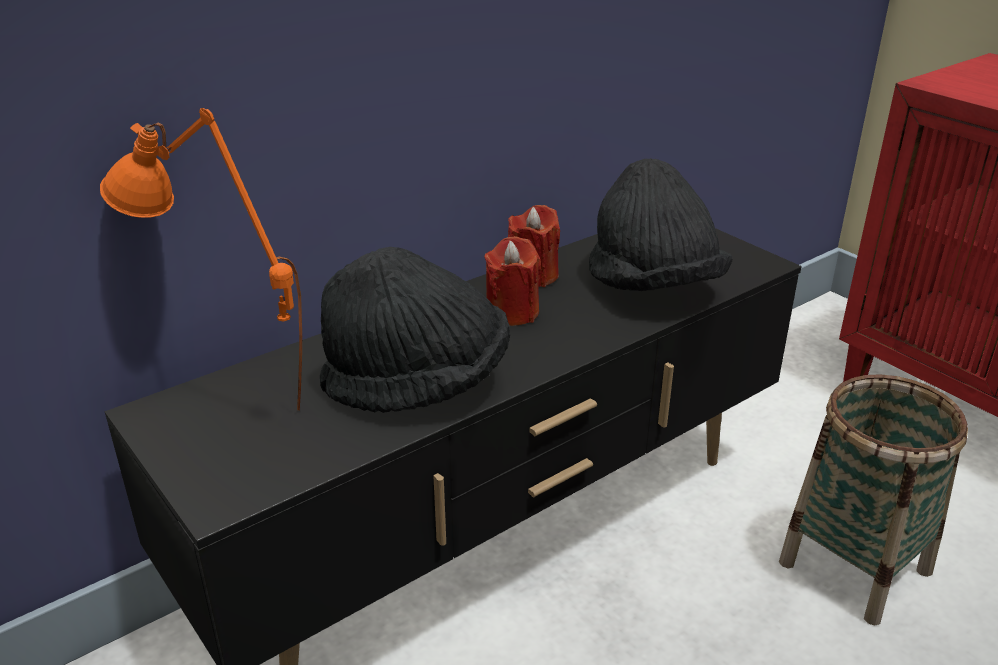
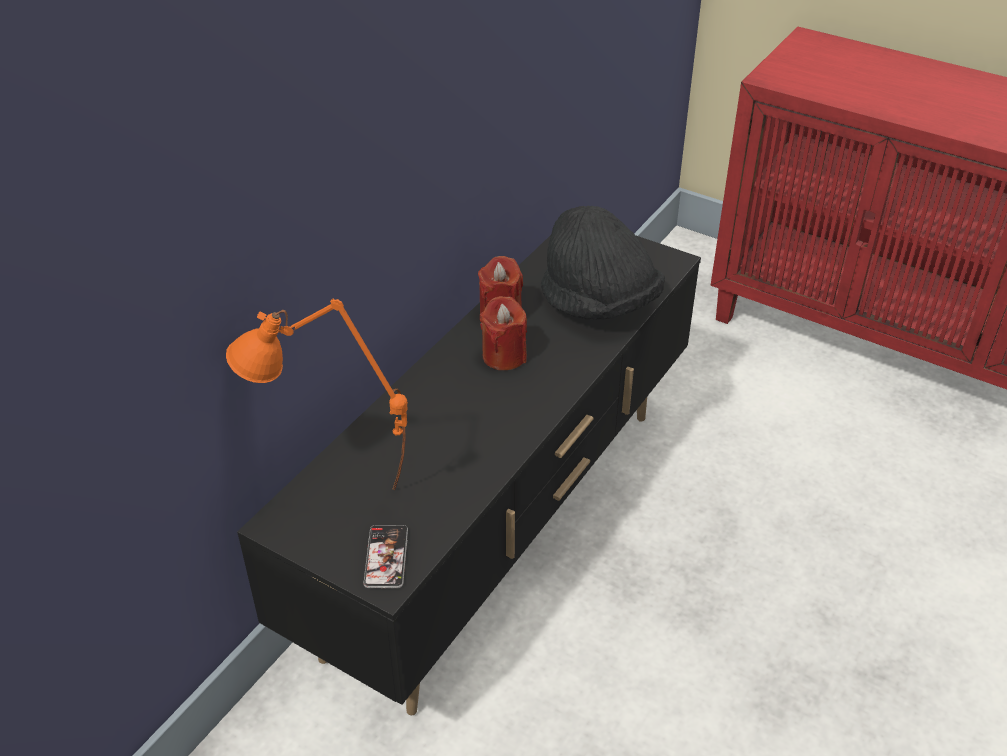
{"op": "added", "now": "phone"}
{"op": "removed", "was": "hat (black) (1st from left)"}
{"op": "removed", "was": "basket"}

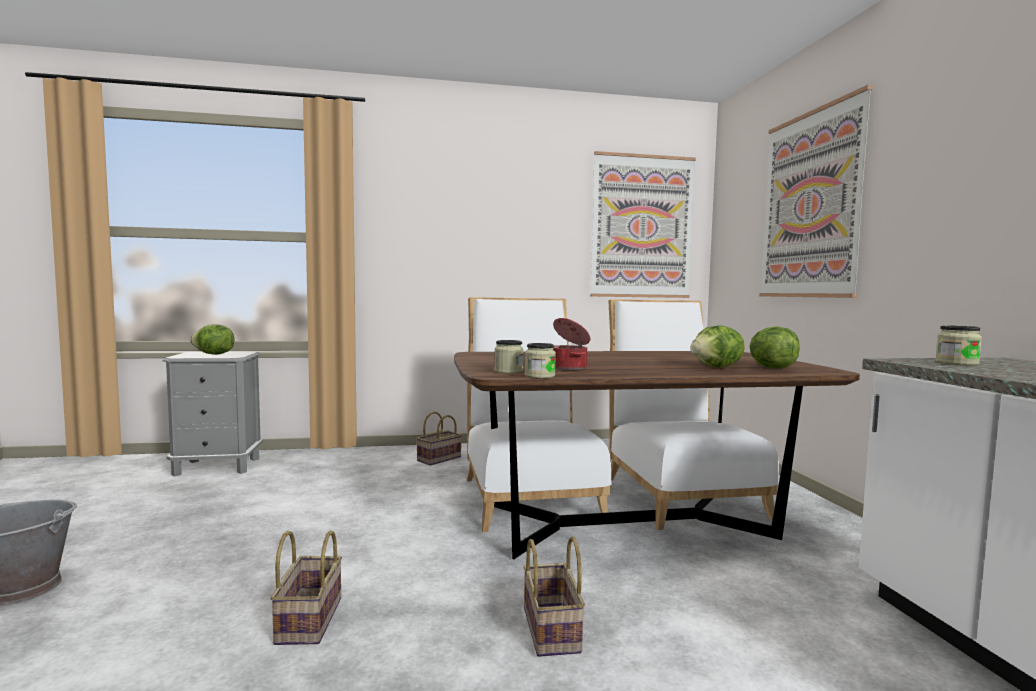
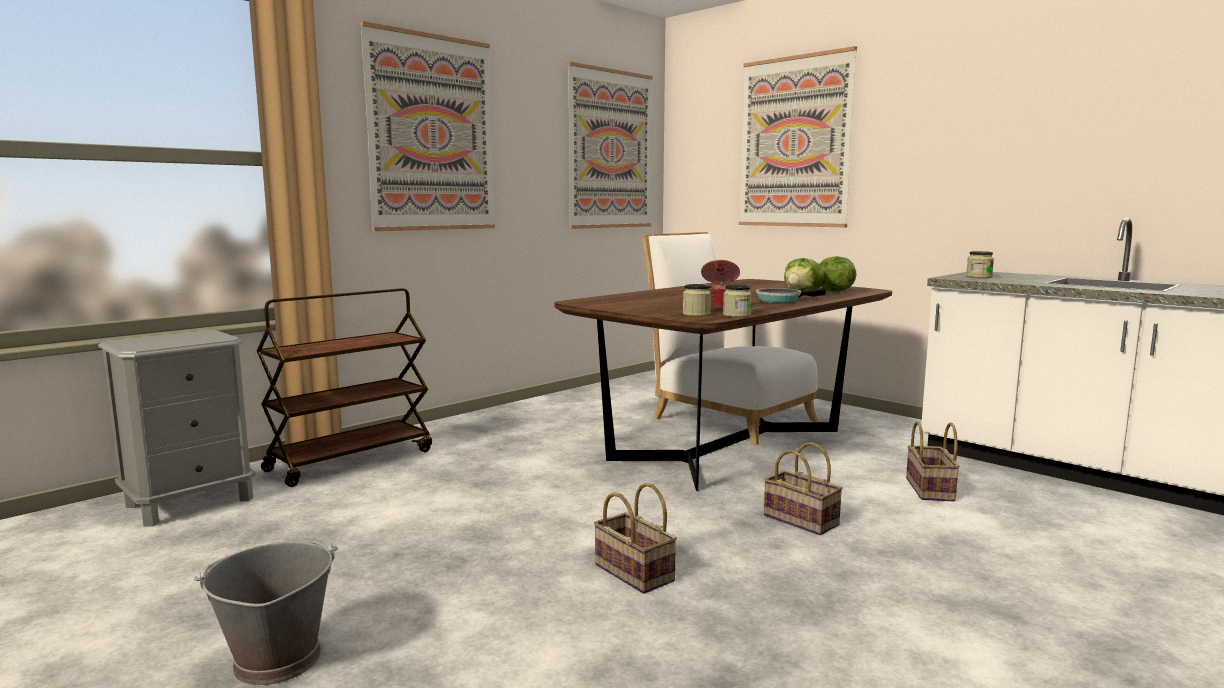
{"op": "added", "now": "cart (brown)"}
{"op": "added", "now": "picture (1st from left)"}
{"op": "added", "now": "frying pan"}
{"op": "moved", "was": "basket (2nd from left in the first image)", "now": "basket (3rd from left)"}
{"op": "removed", "was": "lettuce (1st from left)"}
{"op": "removed", "was": "chair (white) (1st from left)"}

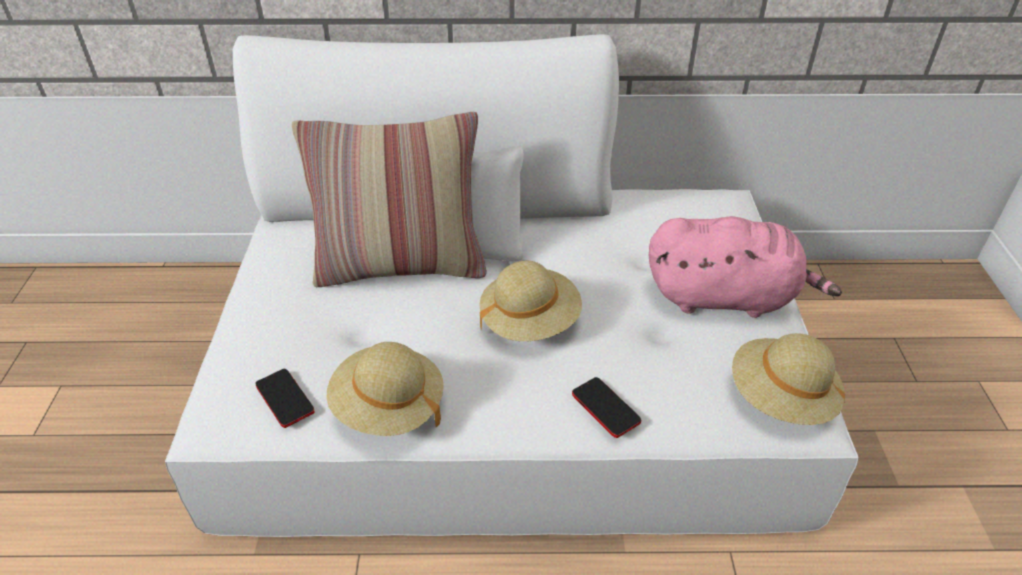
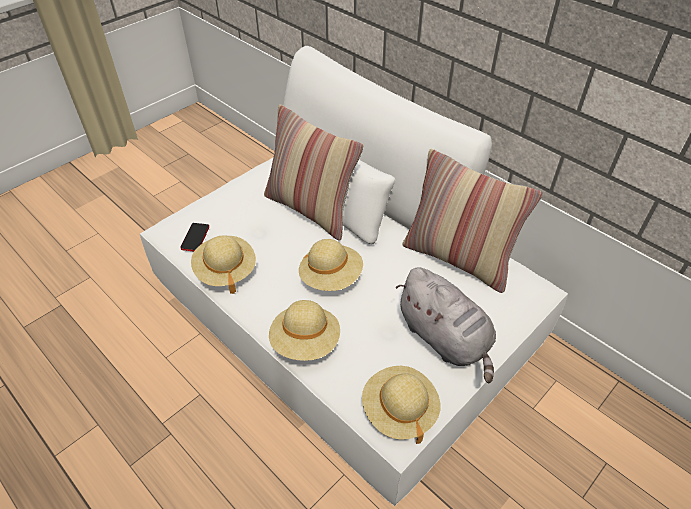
{"op": "replaced", "was": "phone (2nd from left)", "now": "hat (beige) (2nd from left)"}
{"op": "recoloured", "was": "plush toy (pink)", "now": "plush toy (grey)"}
{"op": "added", "now": "pillow (2nd from left)"}

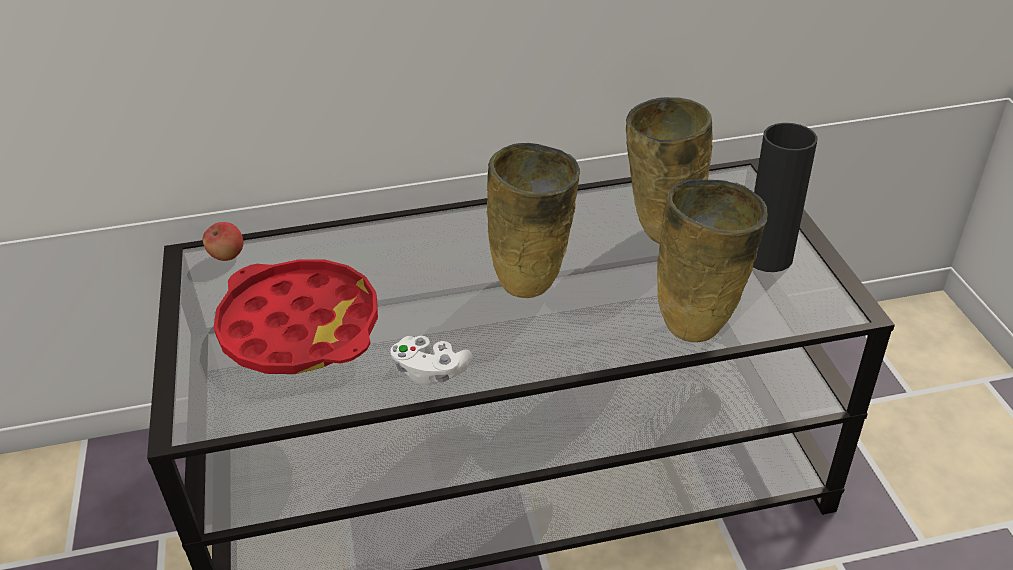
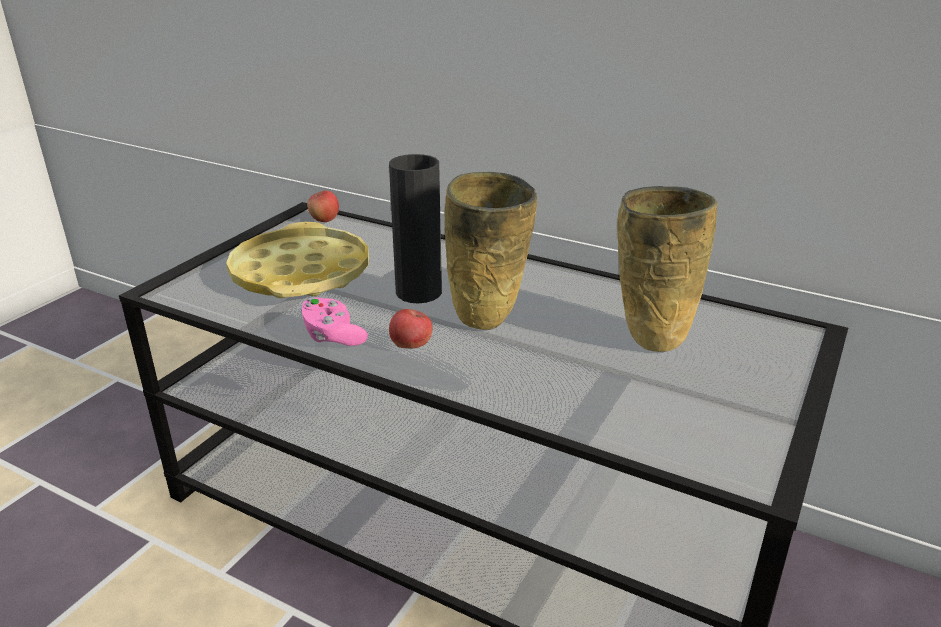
{"op": "recoloured", "was": "tray (red)", "now": "tray (yellow)"}
{"op": "recoloured", "was": "game controller (white)", "now": "game controller (pink)"}
{"op": "moved", "was": "vase (black)"}
{"op": "added", "now": "apple (2nd from left)"}
{"op": "removed", "was": "vase (beige) (3rd from left)"}

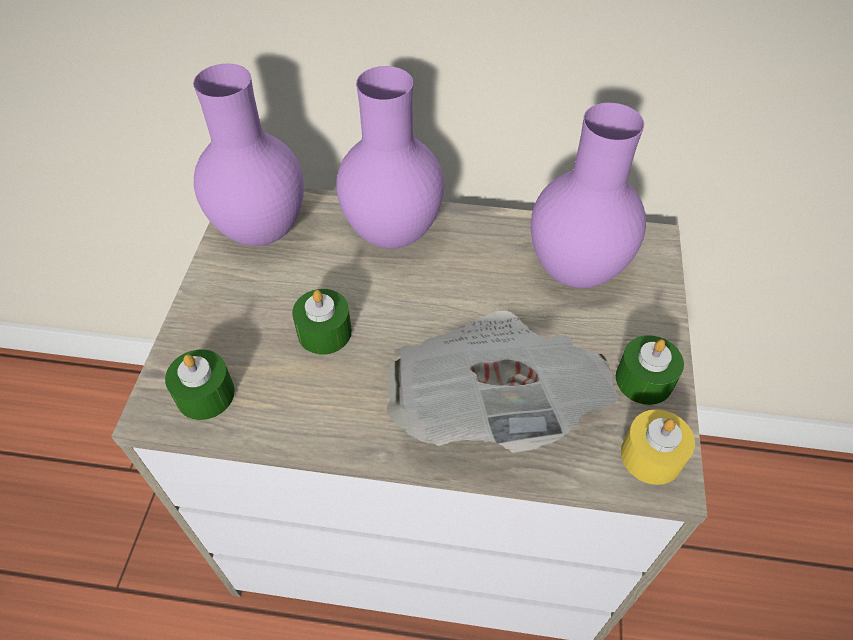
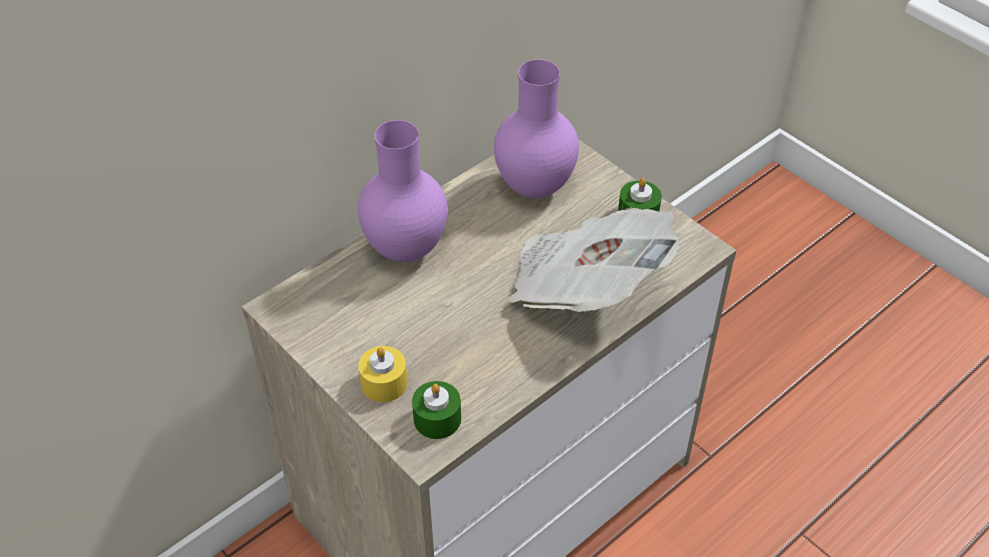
{"op": "moved", "was": "candle (yellow)"}
{"op": "removed", "was": "vase (purple) (1st from left)"}
{"op": "removed", "was": "candle (green) (2nd from left)"}

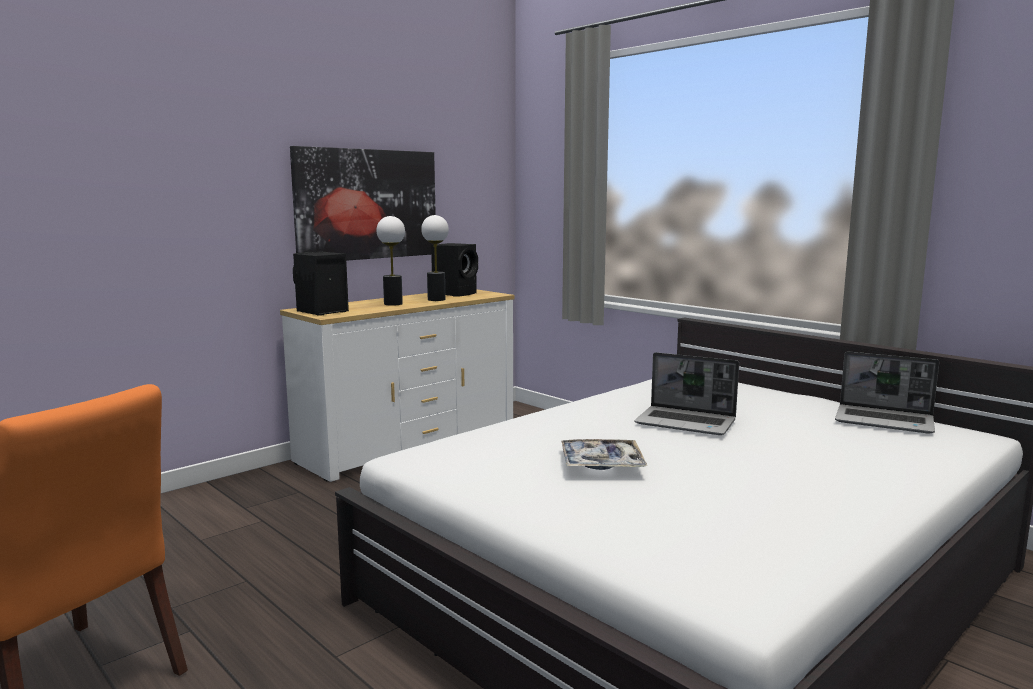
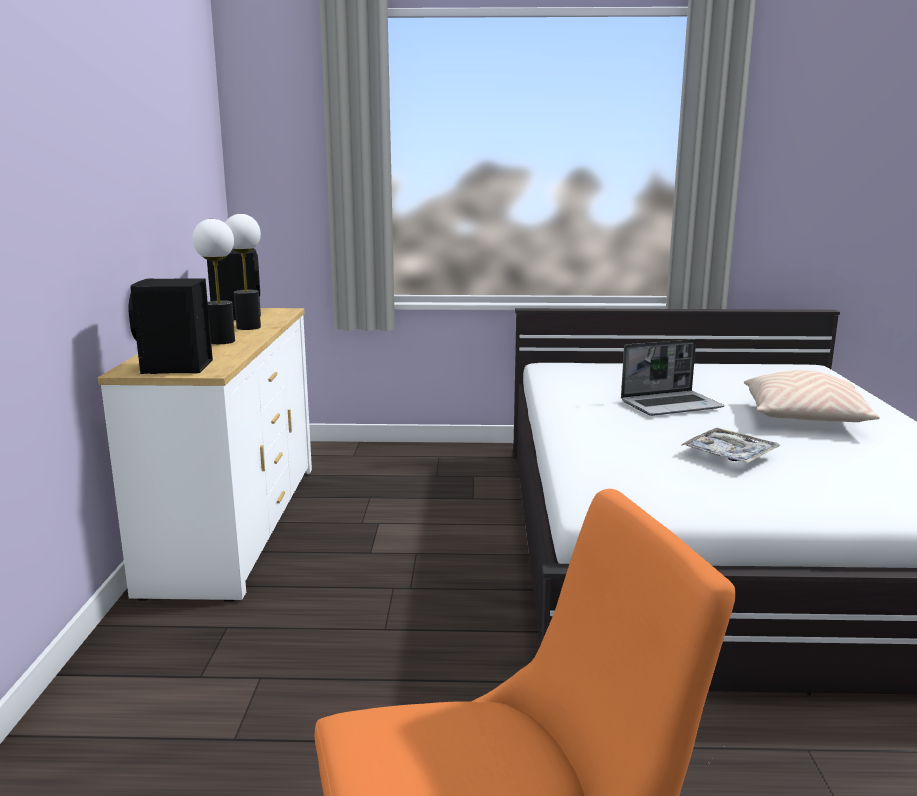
{"op": "added", "now": "pillow (beige)"}
{"op": "removed", "was": "picture"}
{"op": "removed", "was": "laptop (2nd from left)"}

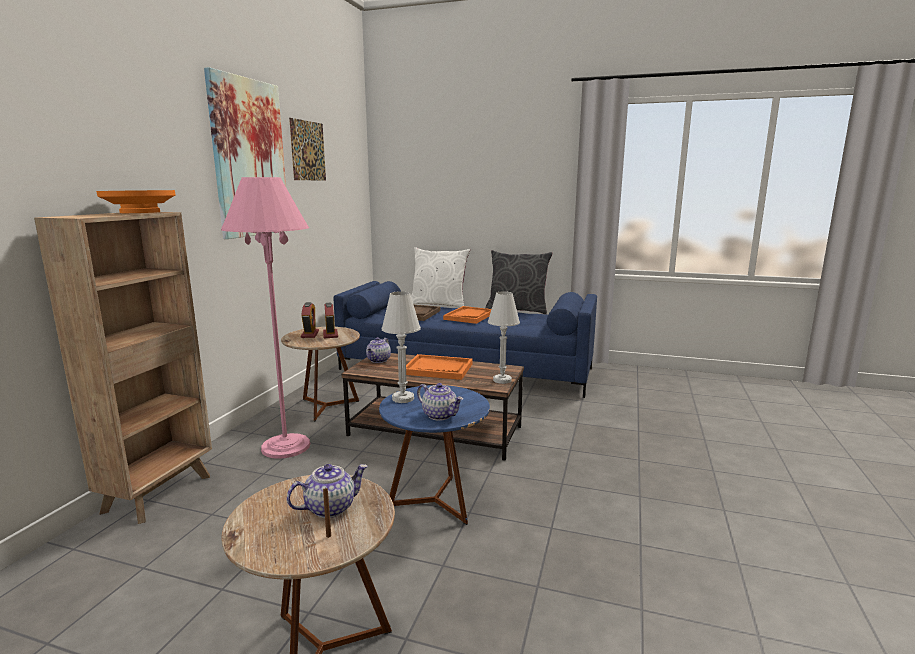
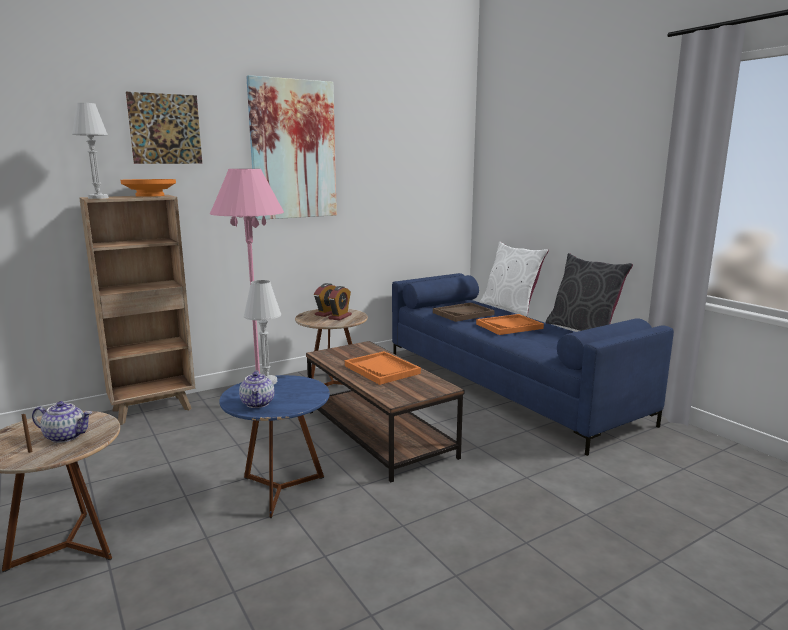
{"op": "moved", "was": "table lamp (white) (2nd from left in the first image)", "now": "table lamp (white) (1st from left)"}
{"op": "moved", "was": "picture (2nd from left in the first image)", "now": "picture (1st from left)"}
{"op": "removed", "was": "teapot (2nd from left)"}

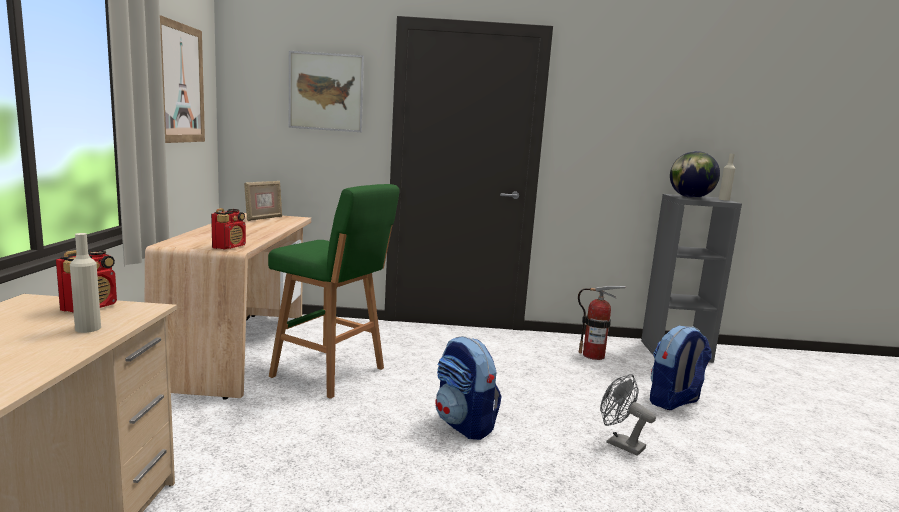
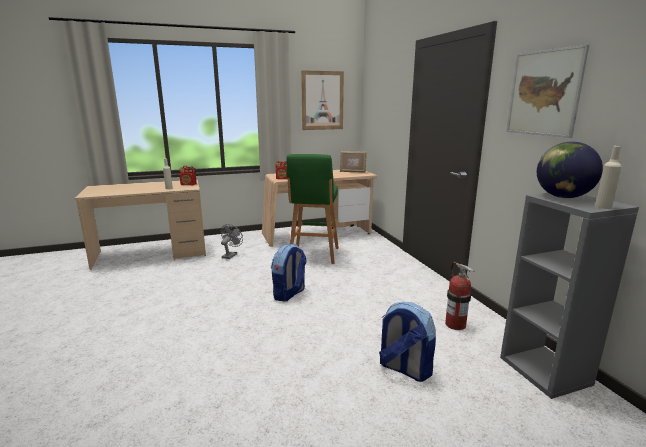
{"op": "moved", "was": "fan (grey)"}
{"op": "moved", "was": "picture (2nd from left)"}

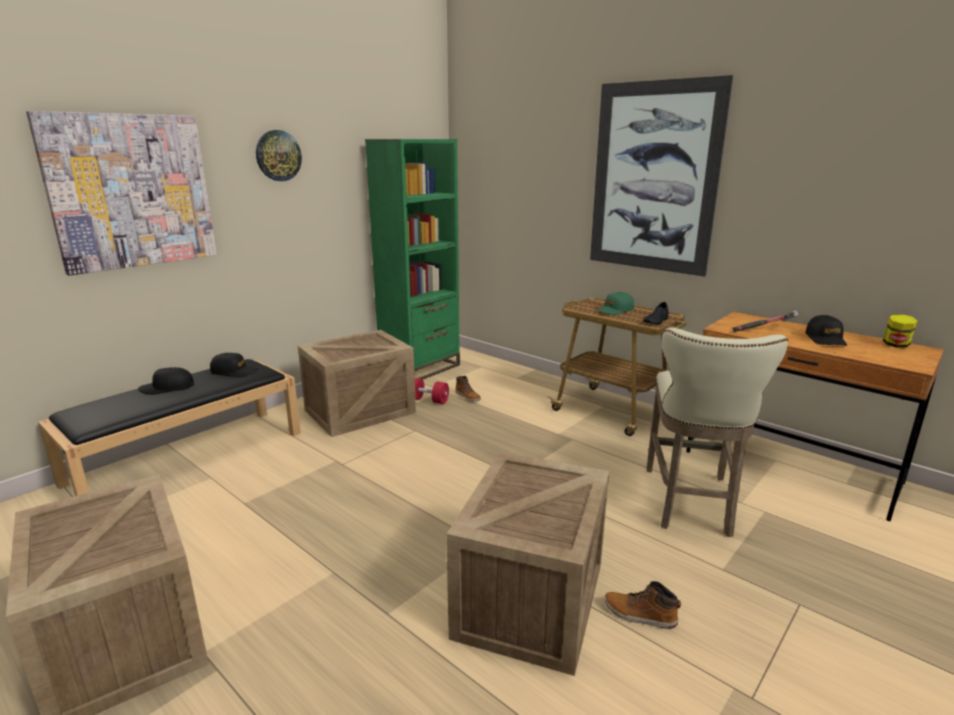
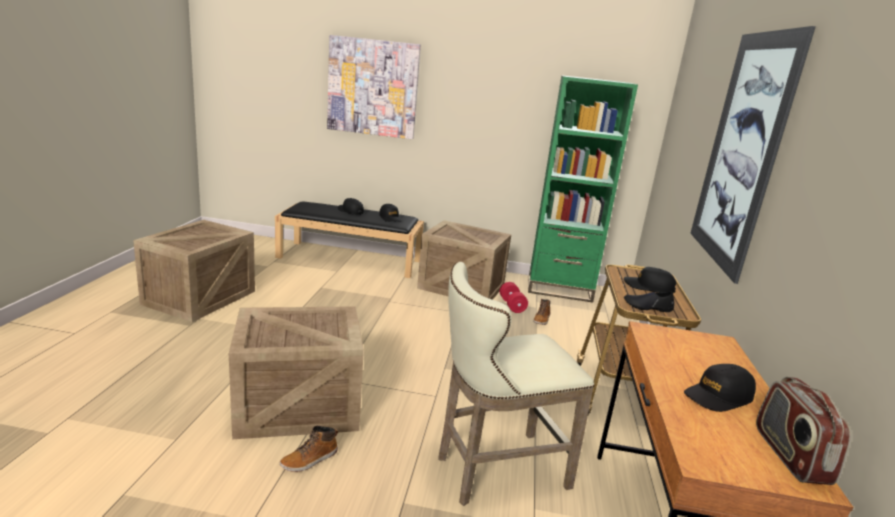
{"op": "turned", "was": "boot (2nd from left in the first image)", "clockwise": -120}
{"op": "recoloured", "was": "cap (green)", "now": "cap (black) (3rd from left)"}
{"op": "replaced", "was": "jar", "now": "radio"}
{"op": "removed", "was": "wall clock"}
{"op": "removed", "was": "hammer"}

